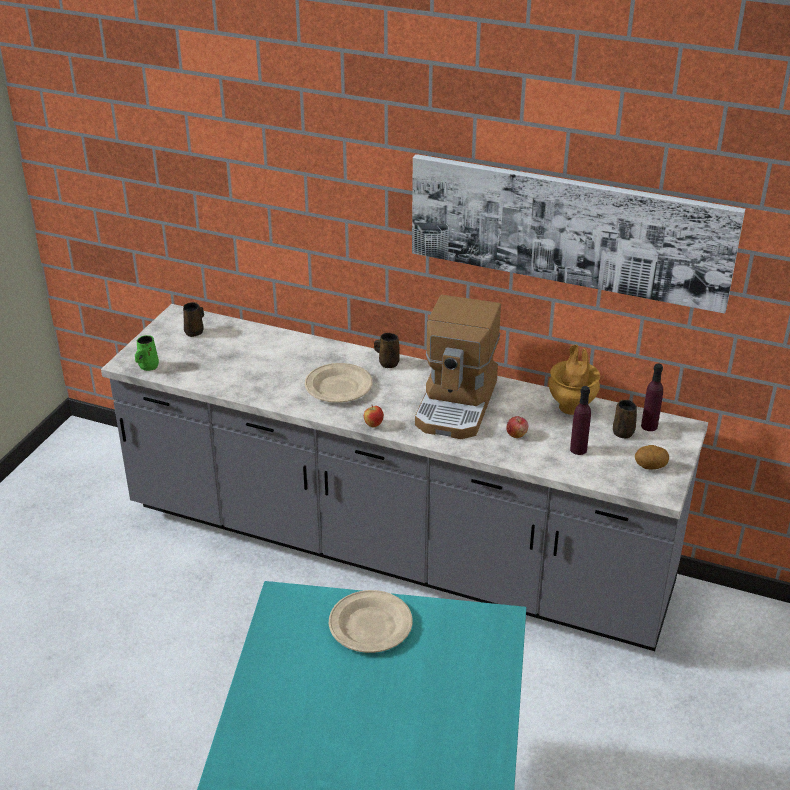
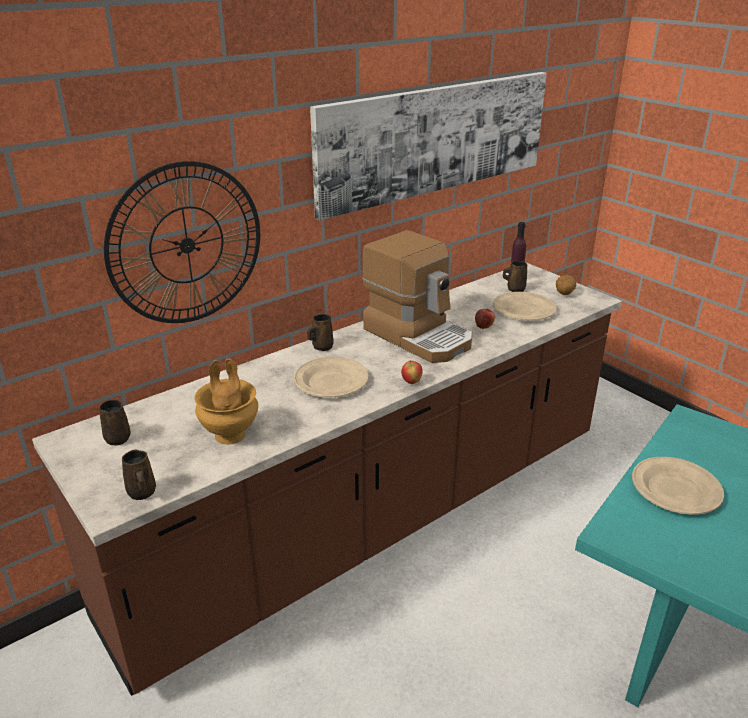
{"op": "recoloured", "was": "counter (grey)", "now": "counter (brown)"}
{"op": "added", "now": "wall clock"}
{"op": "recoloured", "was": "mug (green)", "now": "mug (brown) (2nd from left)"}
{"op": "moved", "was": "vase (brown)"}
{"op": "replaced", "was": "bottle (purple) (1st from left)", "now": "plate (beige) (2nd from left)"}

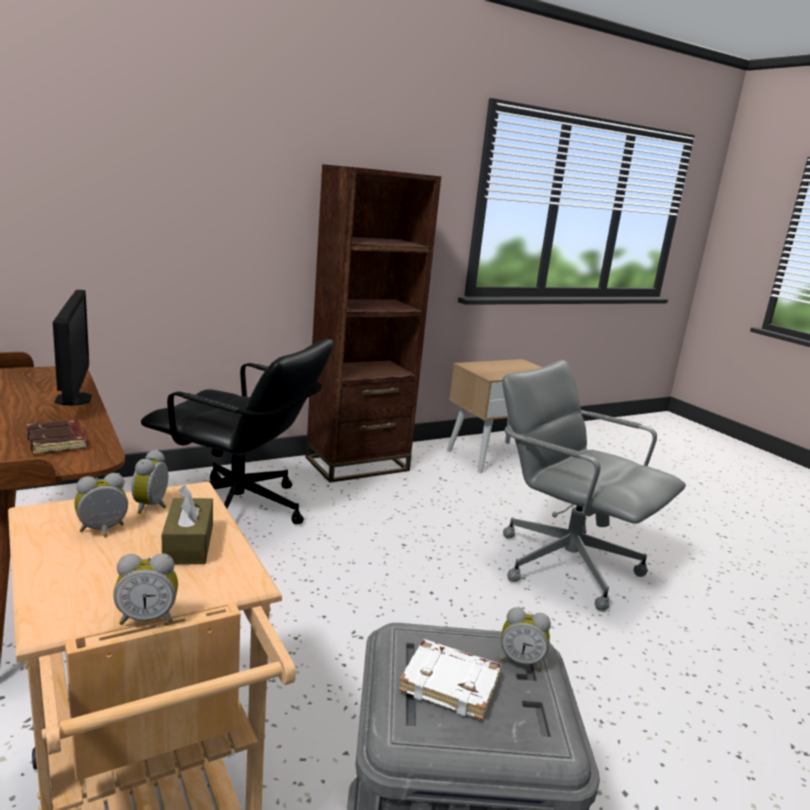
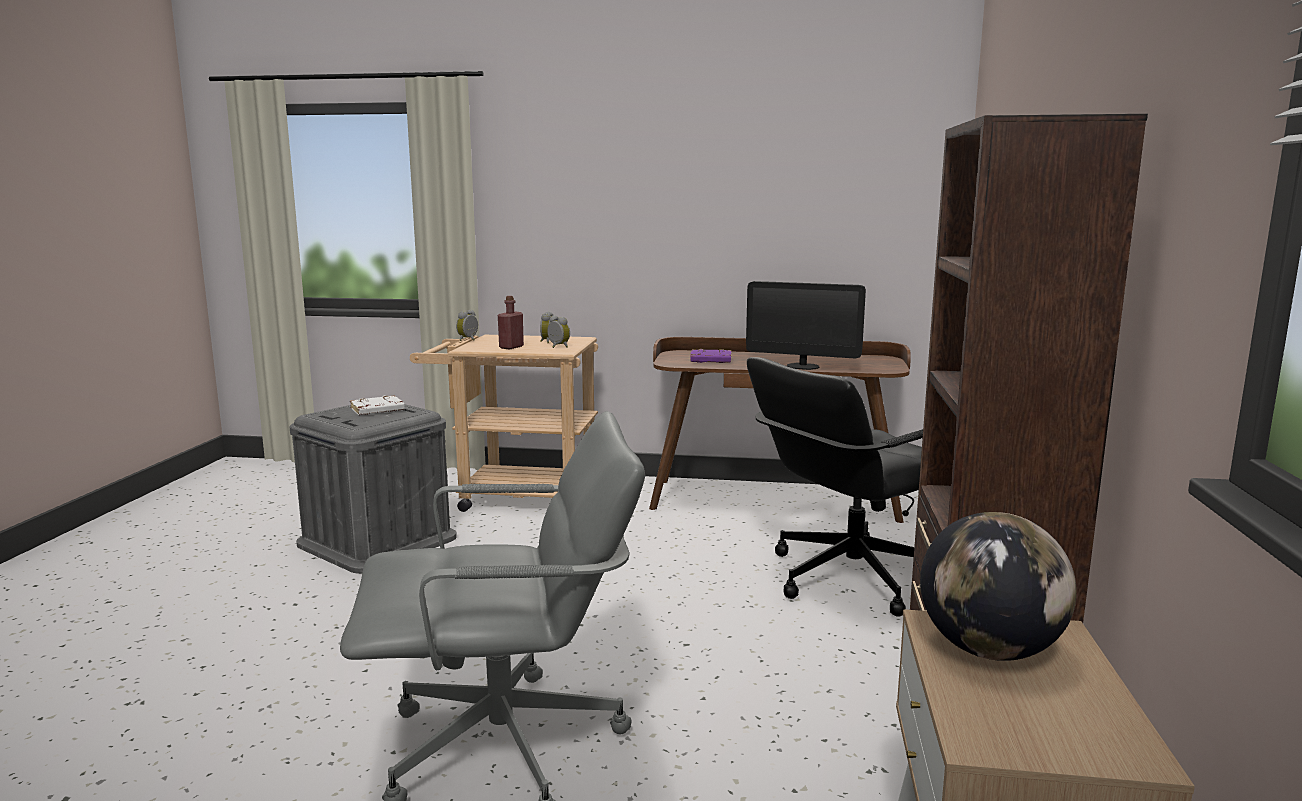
{"op": "replaced", "was": "tissue box (brown)", "now": "bottle (red)"}
{"op": "recoloured", "was": "book (brown)", "now": "book (purple)"}
{"op": "added", "now": "globe"}
{"op": "removed", "was": "alarm clock (4th from left)"}

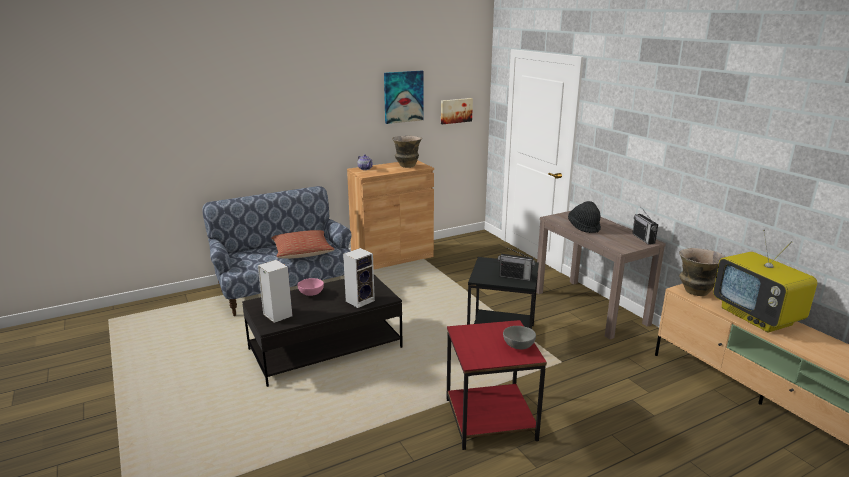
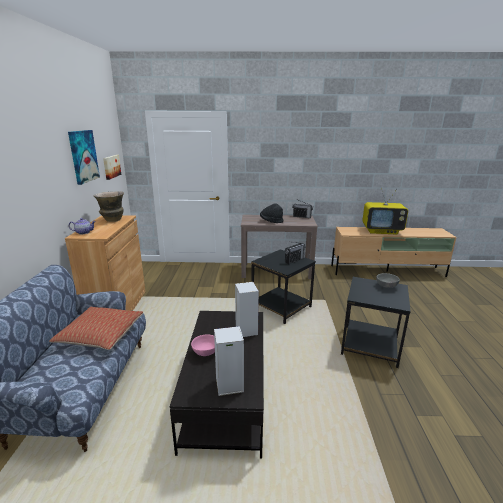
{"op": "recoloured", "was": "side table (red)", "now": "side table (black) (2nd from left)"}
{"op": "removed", "was": "vase (2nd from left)"}

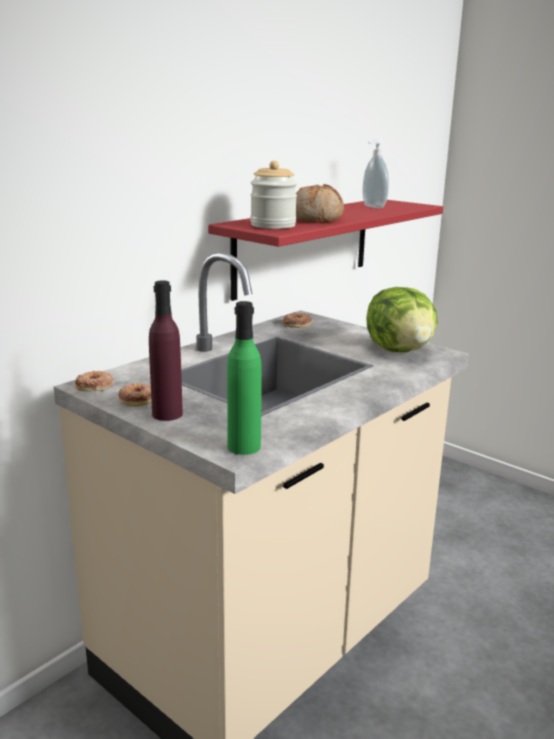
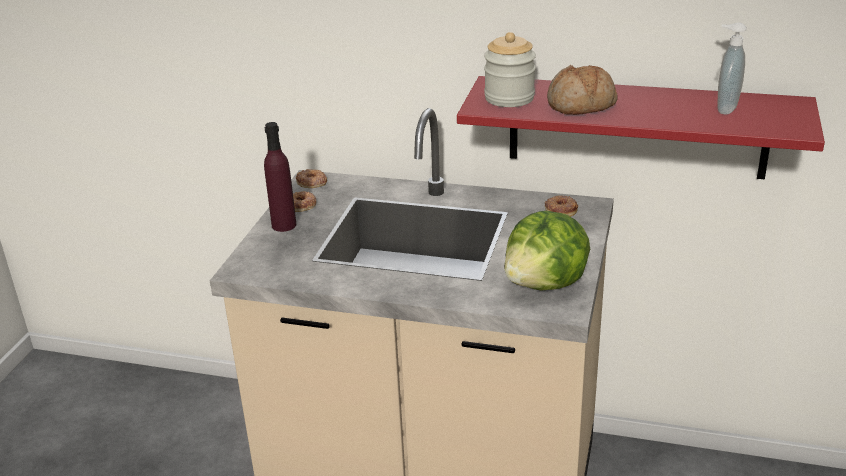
{"op": "removed", "was": "bottle (green)"}

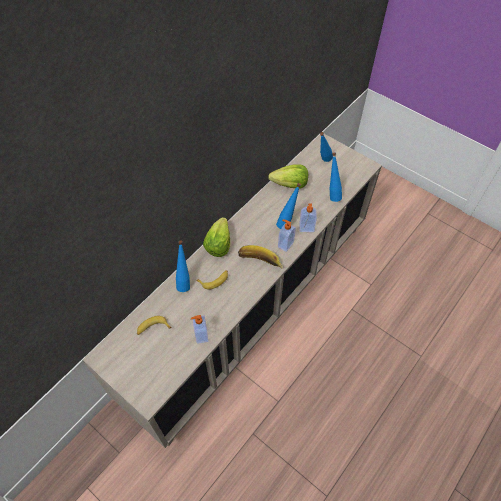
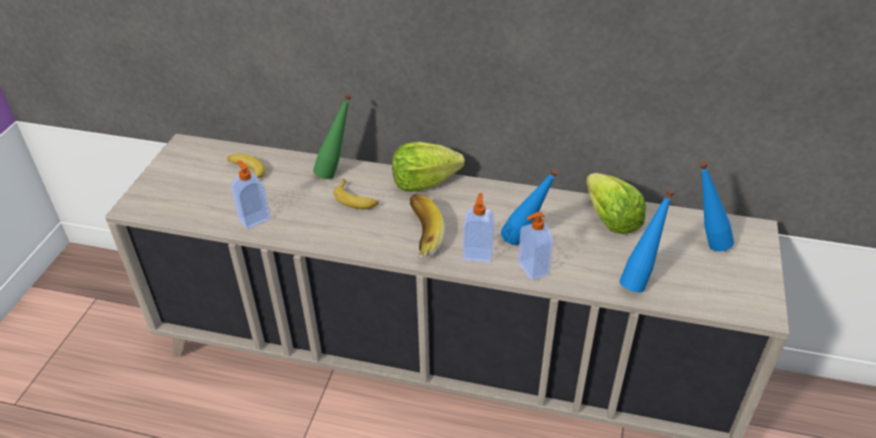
{"op": "recoloured", "was": "bottle (blue) (1st from left)", "now": "bottle (green)"}

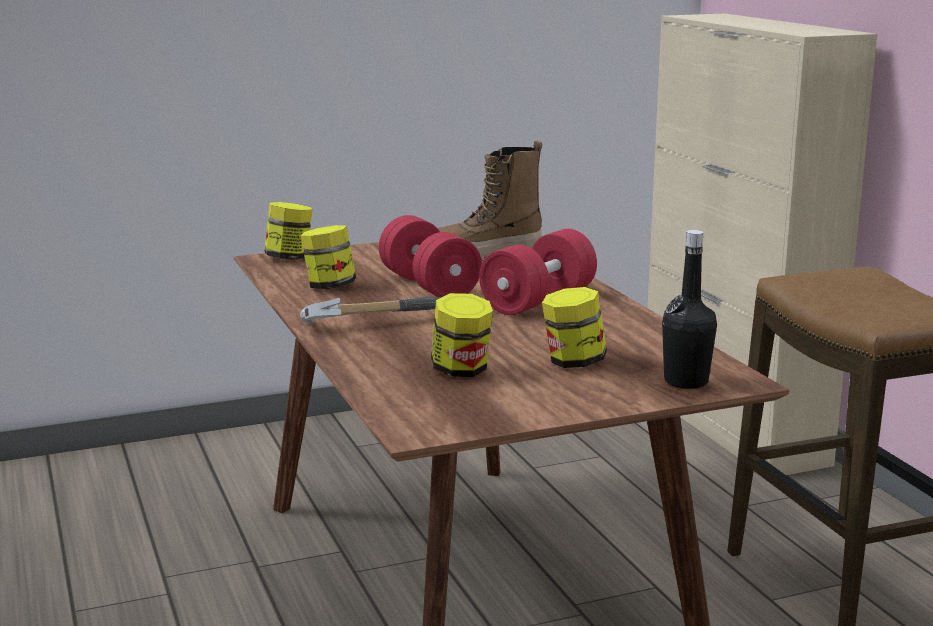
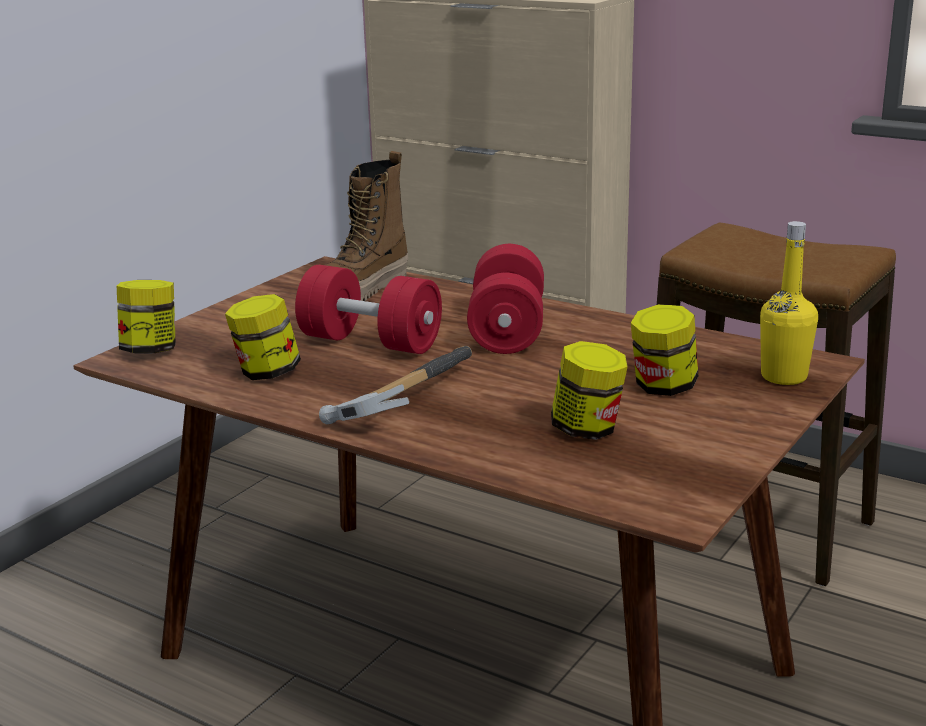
{"op": "recoloured", "was": "bottle (black)", "now": "bottle (yellow)"}

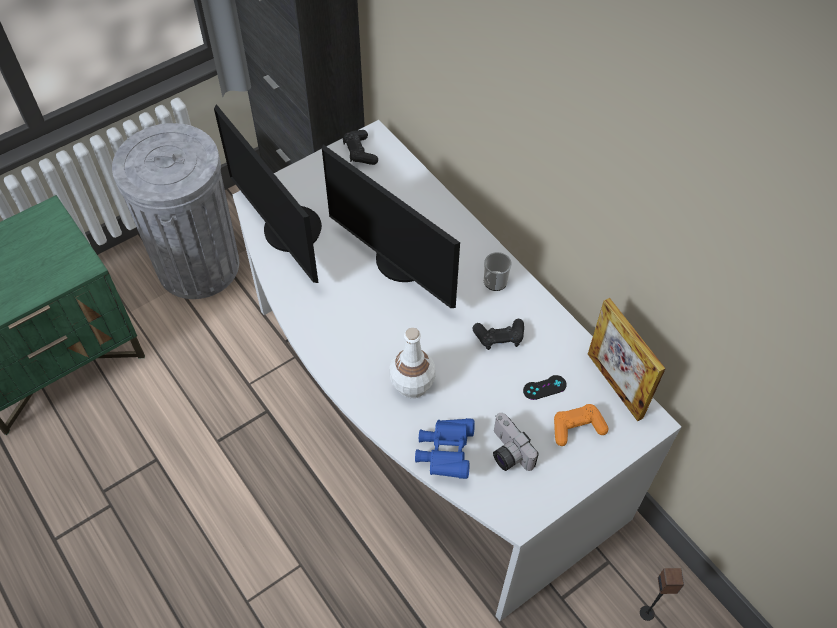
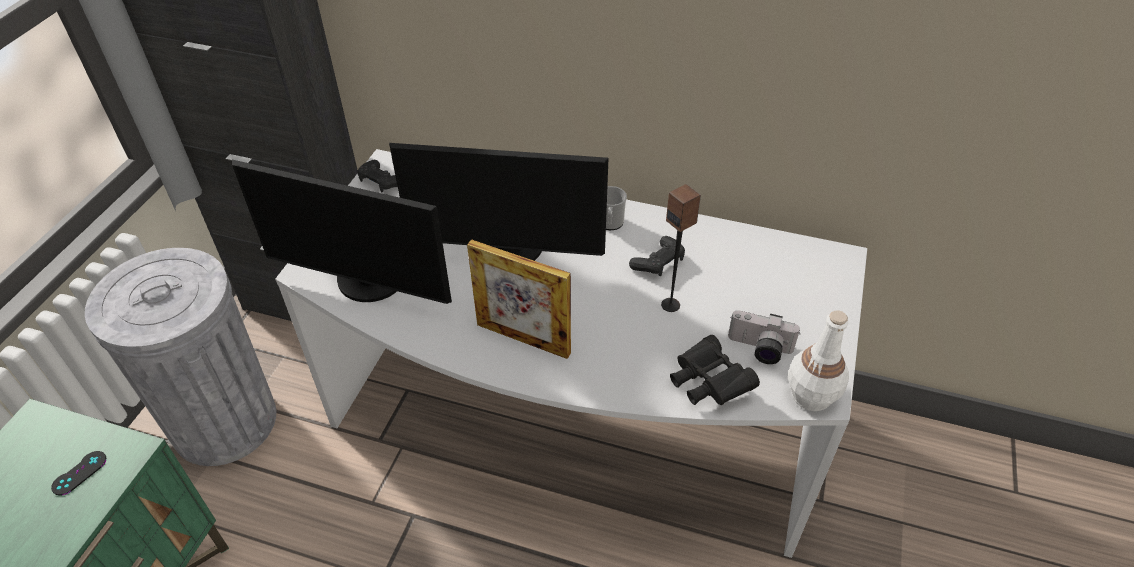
{"op": "moved", "was": "game controller (black) (3rd from left in the first image)", "now": "game controller (black) (1st from left)"}
{"op": "moved", "was": "picture frame"}
{"op": "moved", "was": "speaker"}
{"op": "recoloured", "was": "binoculars (blue)", "now": "binoculars (black)"}
{"op": "moved", "was": "bottle (white)"}
{"op": "removed", "was": "game controller (orange)"}

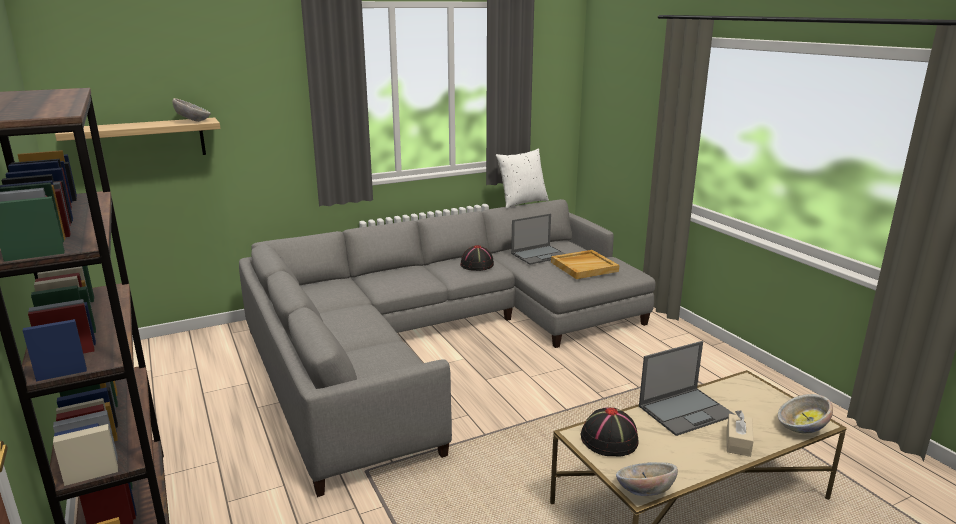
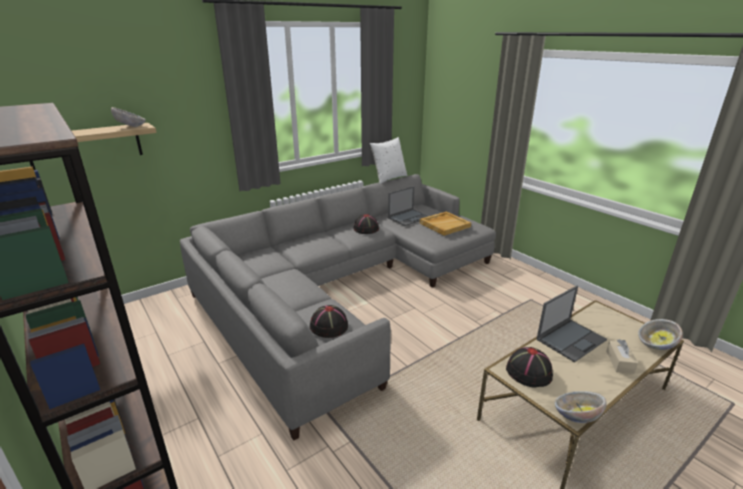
{"op": "added", "now": "hat (black) (1st from left)"}

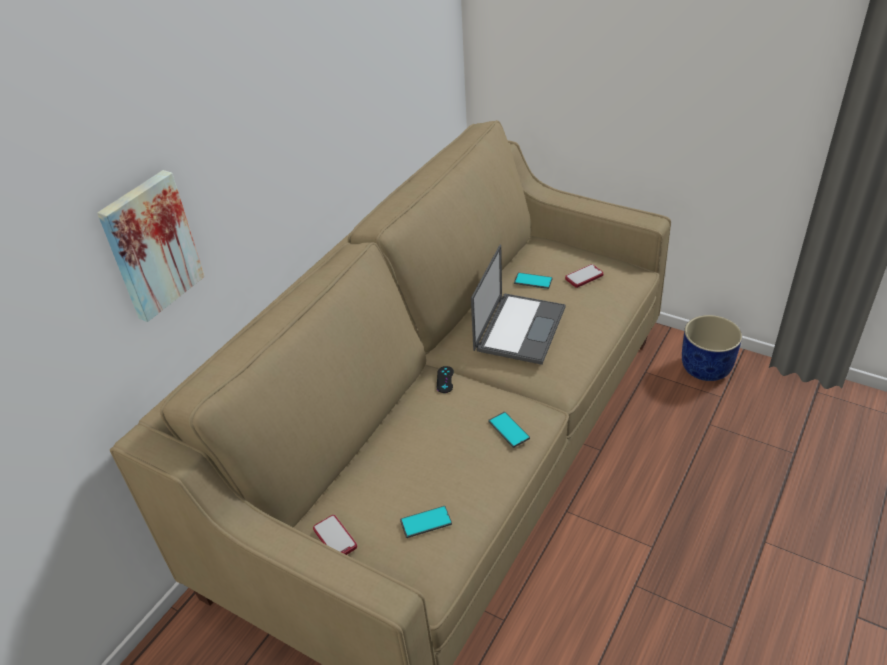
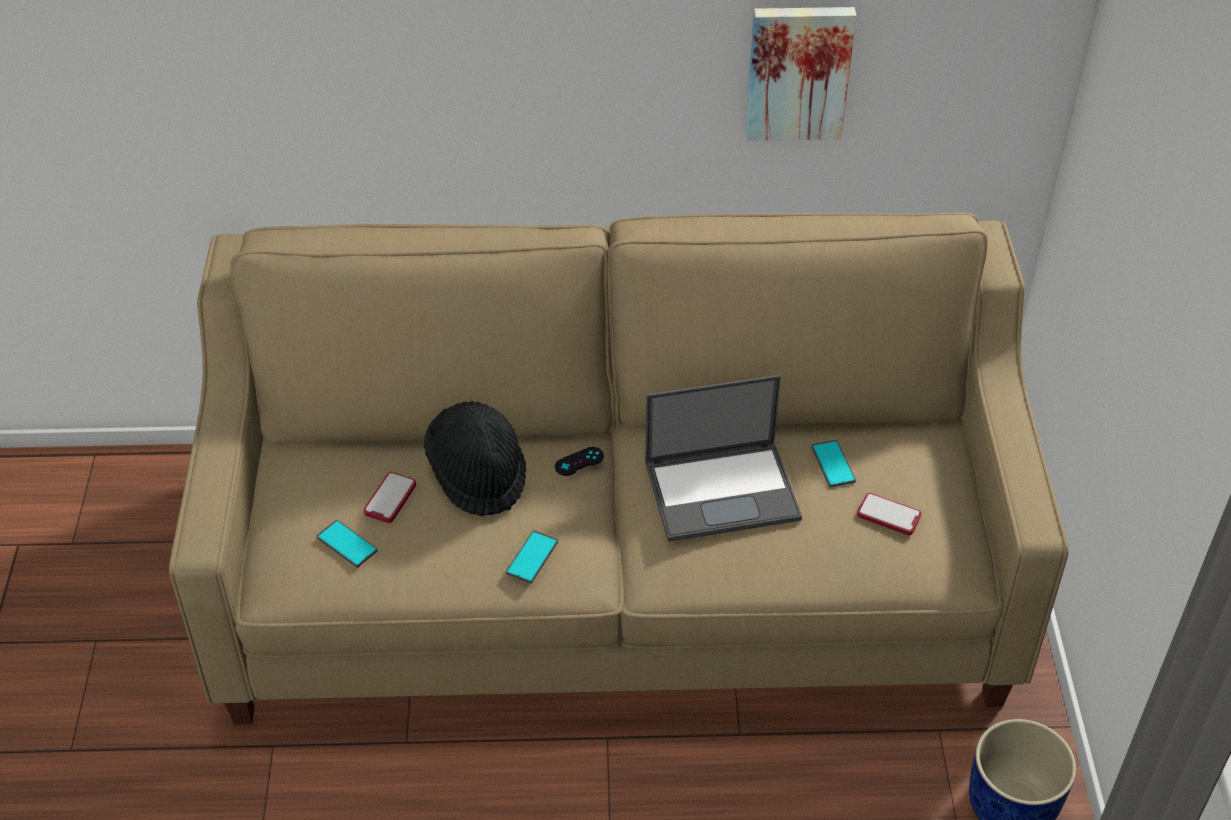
{"op": "moved", "was": "phone (1st from left in the first image)", "now": "phone (2nd from left)"}
{"op": "added", "now": "hat (black)"}
{"op": "moved", "was": "picture"}

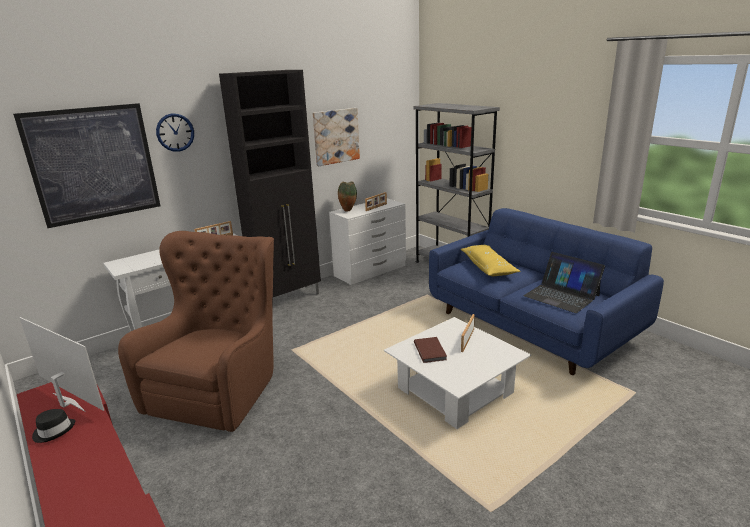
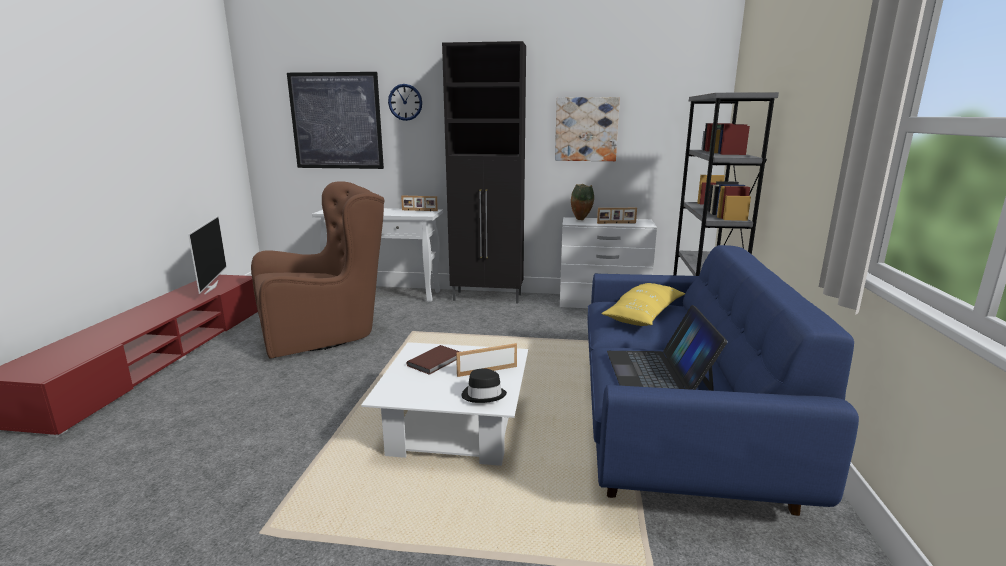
{"op": "moved", "was": "hat (black)"}

